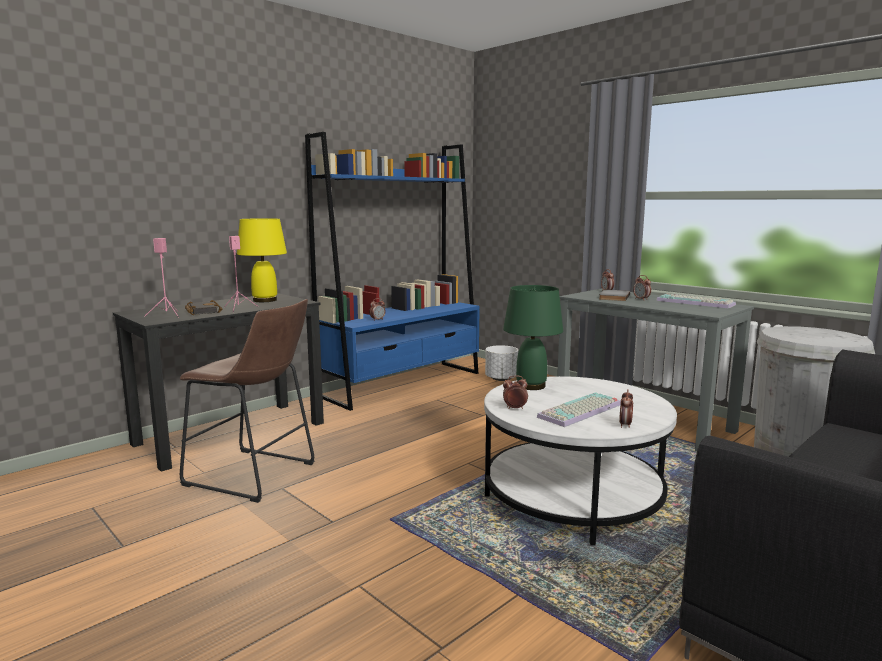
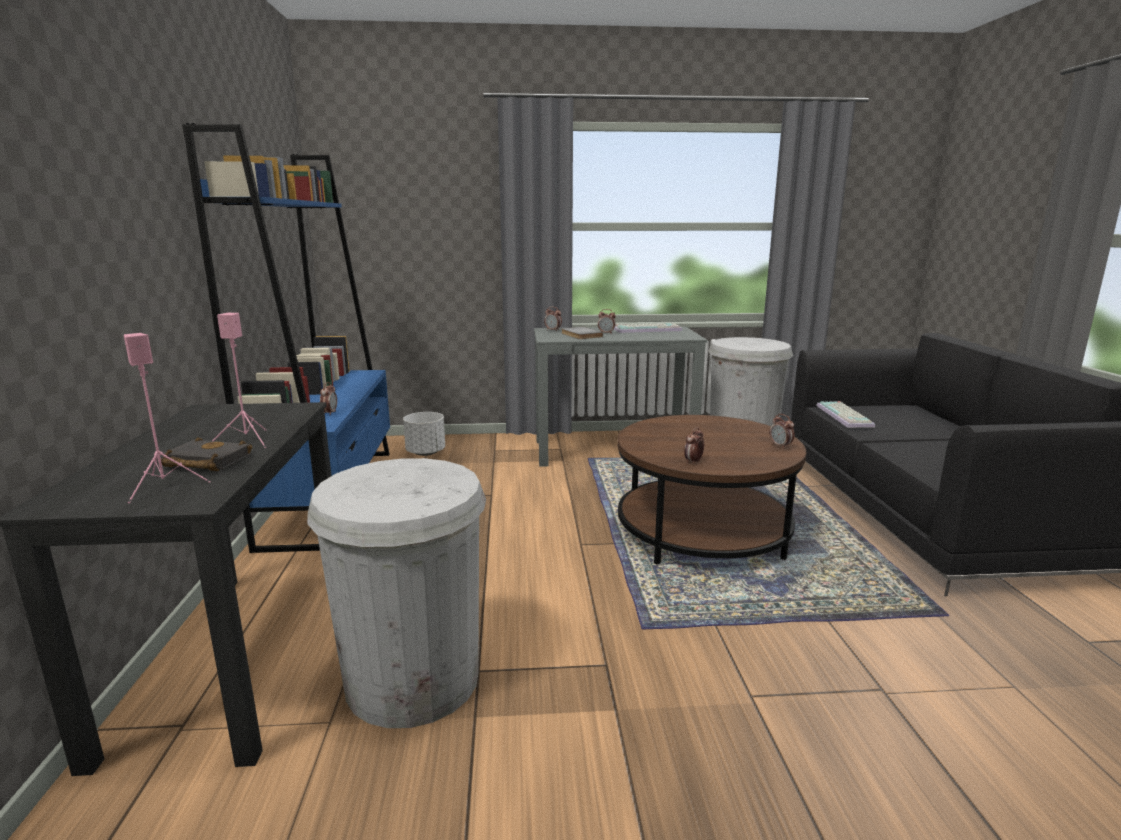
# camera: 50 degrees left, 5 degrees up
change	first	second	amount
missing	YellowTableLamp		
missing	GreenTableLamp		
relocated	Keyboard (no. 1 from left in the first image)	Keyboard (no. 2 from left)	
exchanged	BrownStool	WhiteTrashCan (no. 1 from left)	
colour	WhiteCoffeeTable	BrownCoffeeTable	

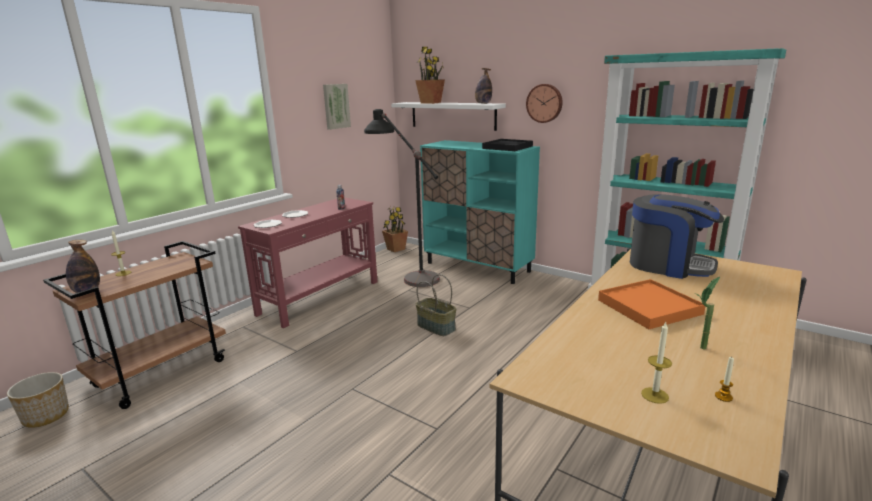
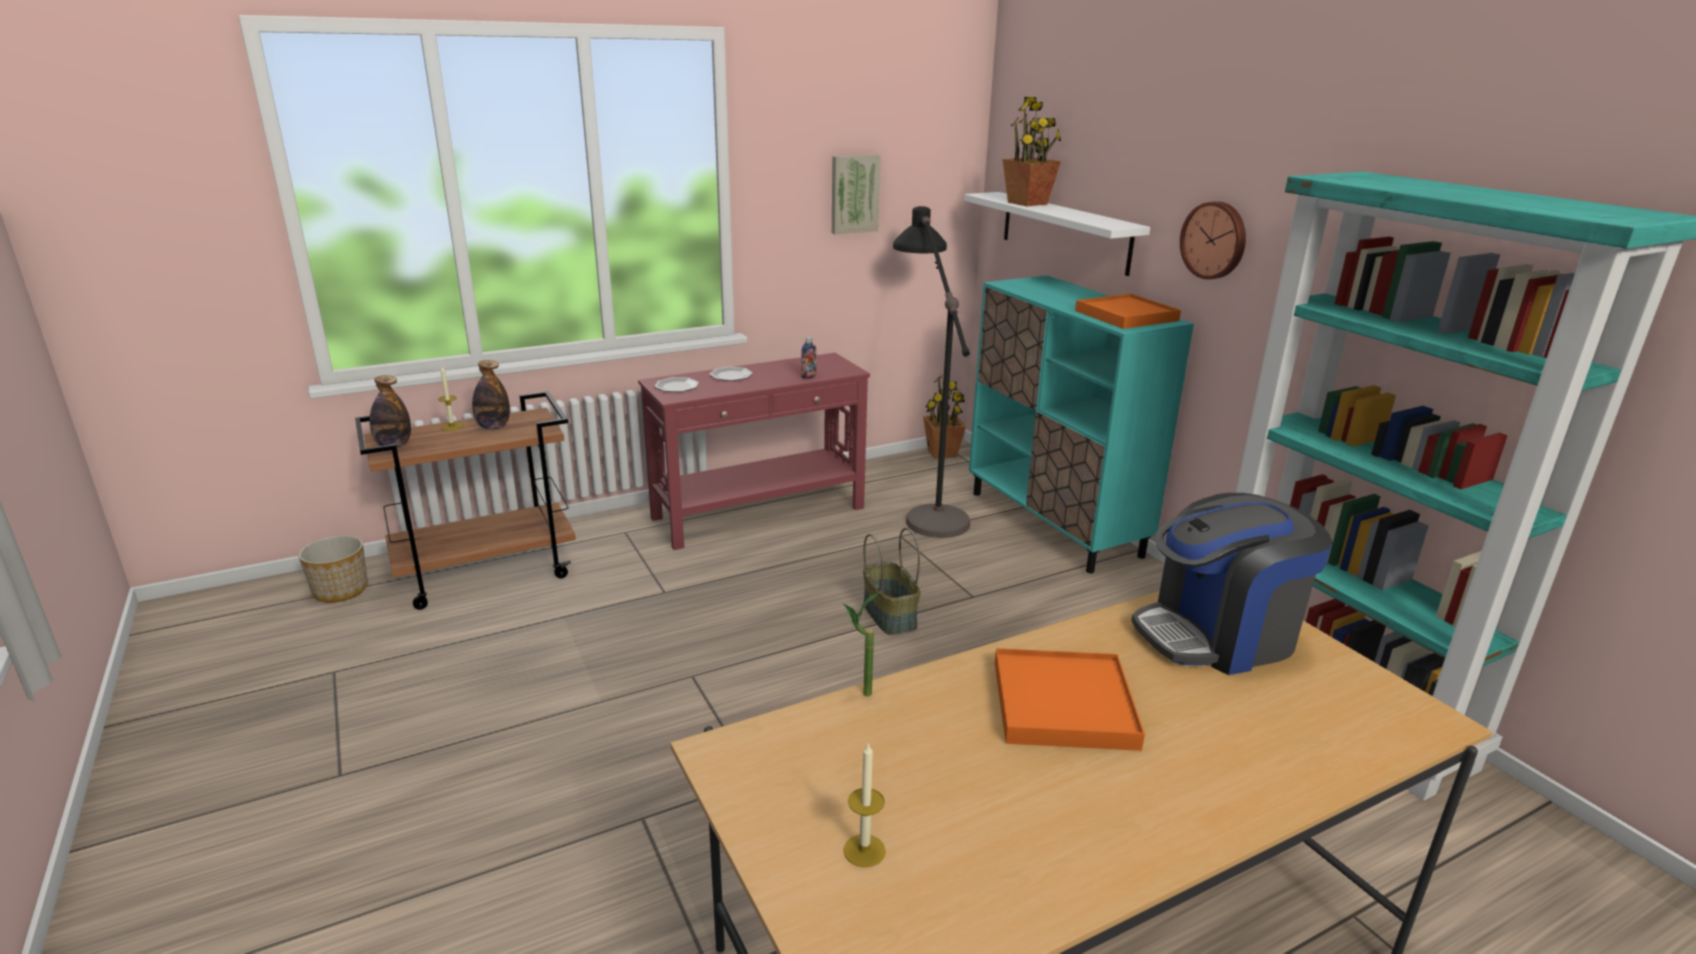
# camera: 25 degrees right, 5 degrees up
change	first	second	amount
missing	Candle (no. 3 from left)		
relocated	Bottle (no. 3 from left in the first image)	Bottle (no. 2 from left)	
relocated	PottedPlant (no. 3 from left in the first image)	PottedPlant (no. 1 from left)	
colour	BlackTray	OrangeTray (no. 2 from left)	
spun	CoffeeMachine		105 degrees clockwise

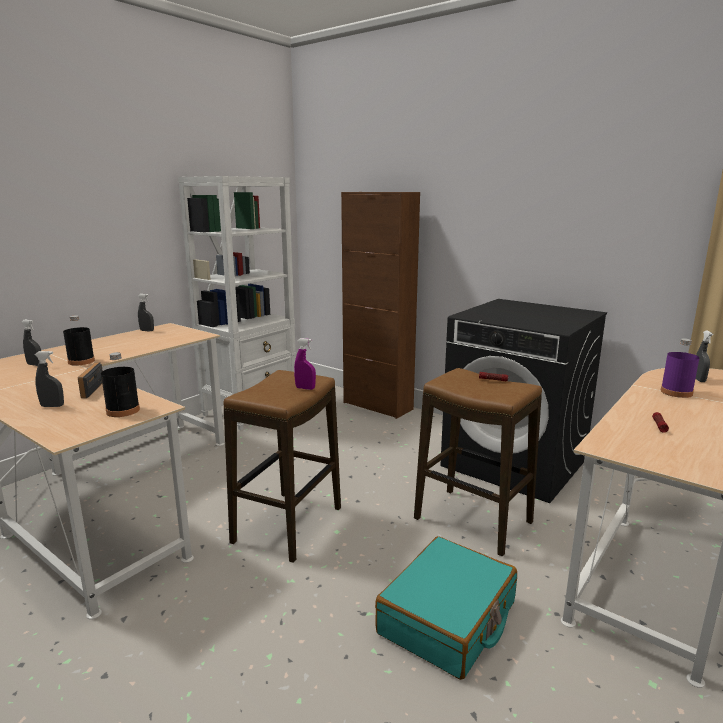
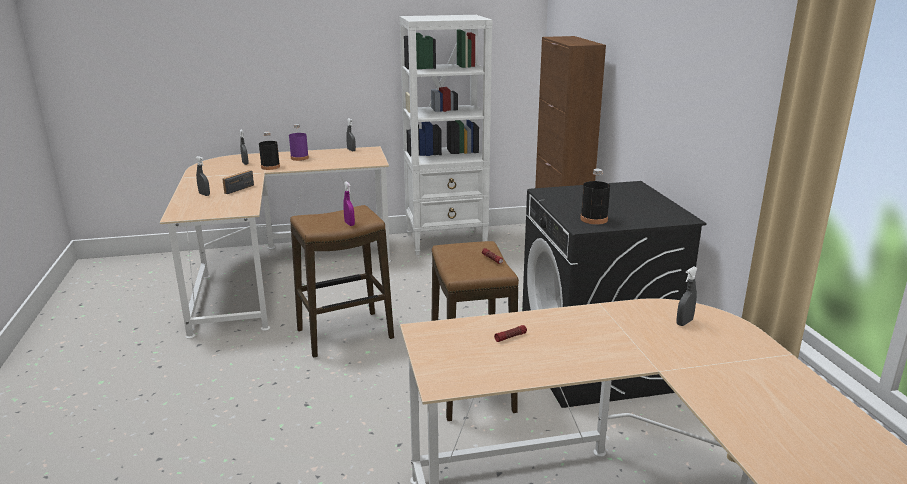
# camera: 40 degrees right, 5 degrees up
change	first	second	amount
missing	TurquoiseSuitcase		
relocated	BlackBottle (no. 2 from left)		
relocated	PurpleBottle		

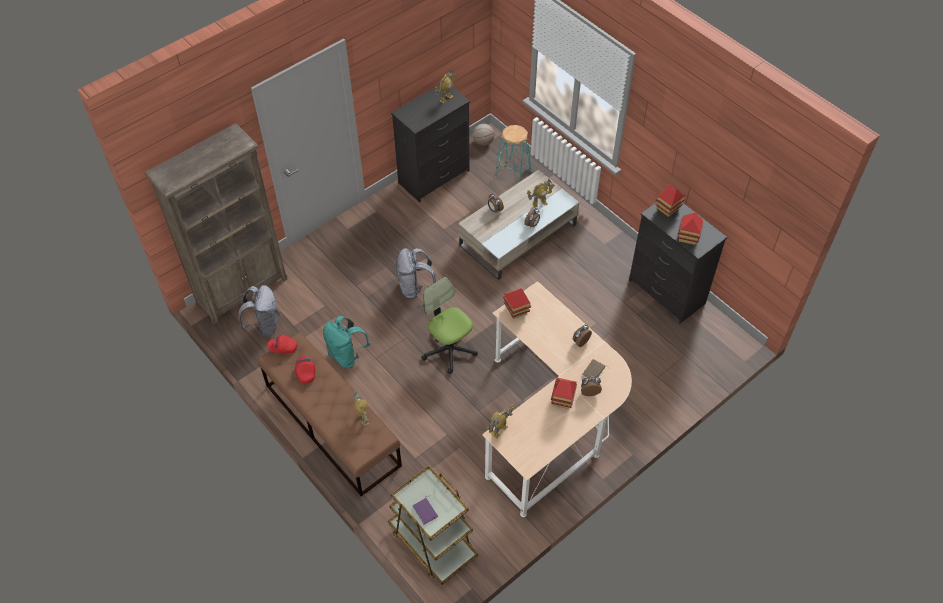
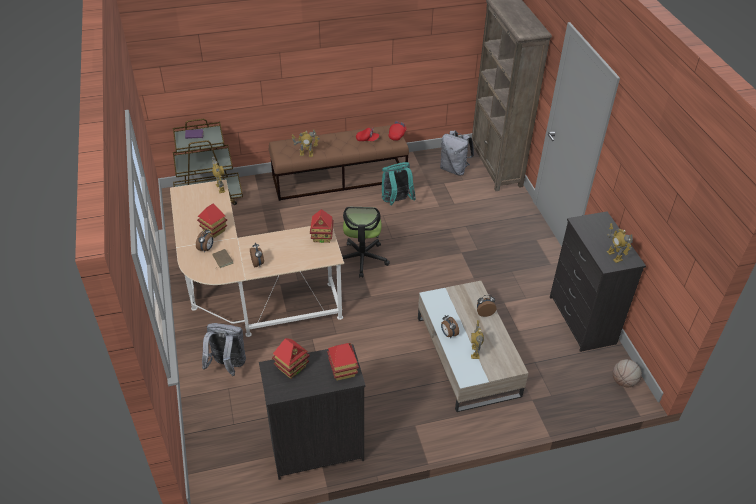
# camera: 115 degrees right, 10 degrees down
change	first	second	amount
missing	TurquoiseStool		
relocated	GreyBackpack (no. 2 from left in the first image)	GreyBackpack (no. 1 from left)	
spun	OfficeChair		105 degrees clockwise

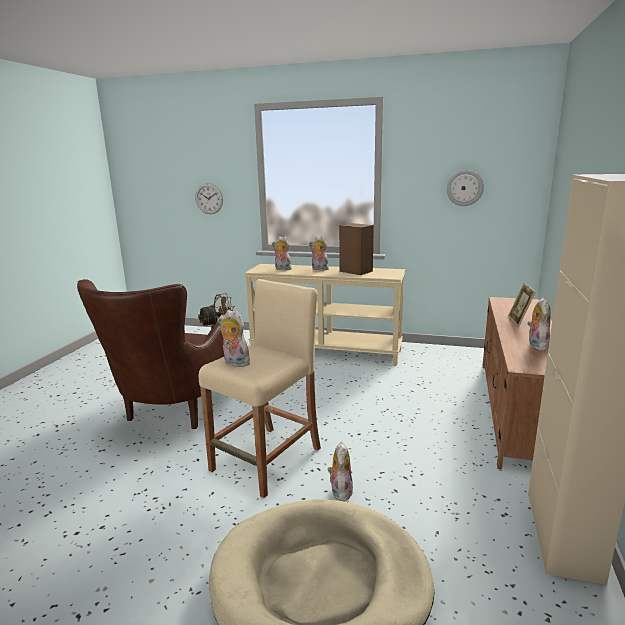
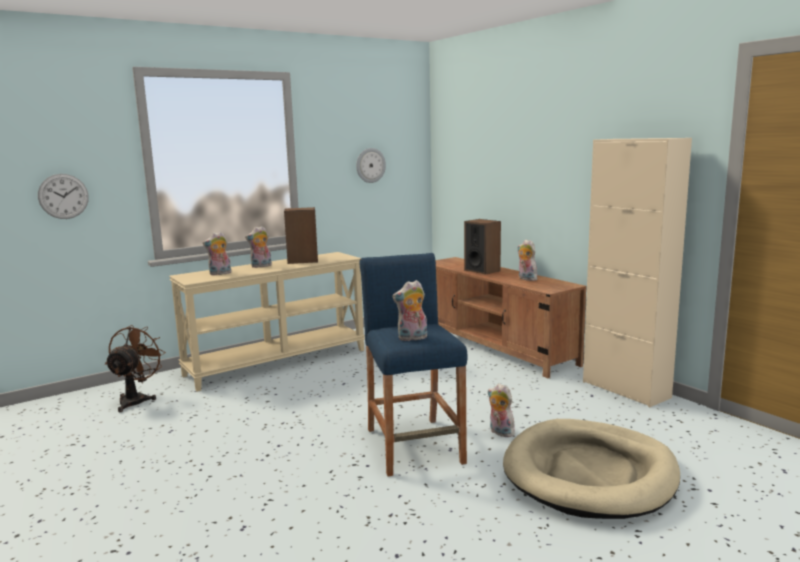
# camera: 50 degrees left, 5 degrees down
change	first	second	amount
missing	BrownArmchair		
exchanged	PictureFrame	Speaker (no. 2 from left)	
colour	BeigeStool	BlueStool	

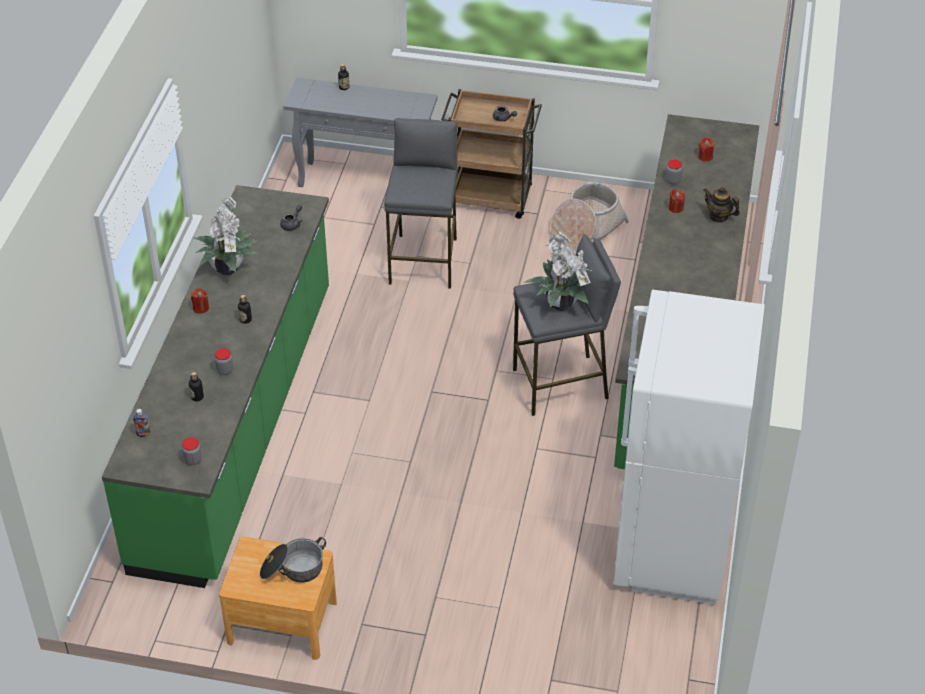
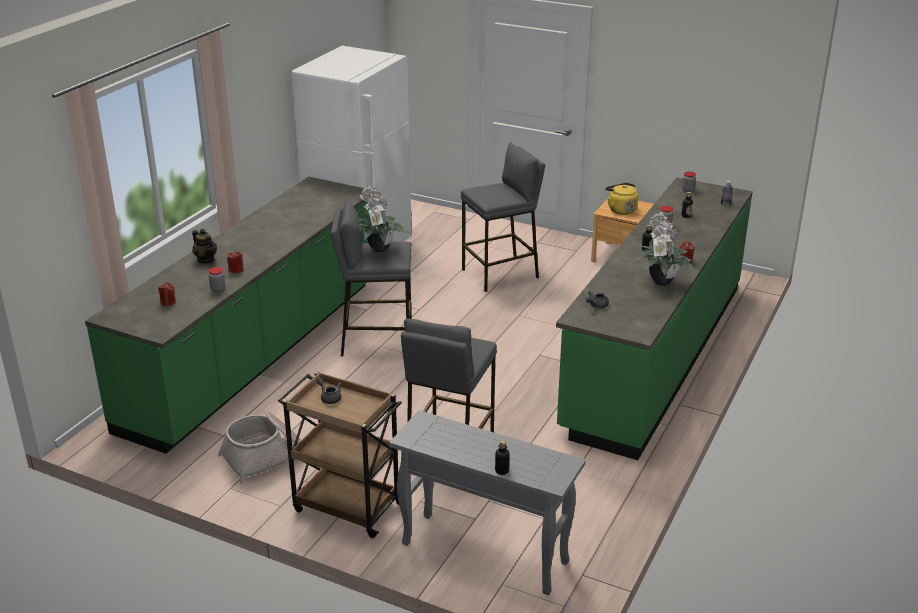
# camera: 165 degrees left, 15 degrees down
change	first	second	amount
appeared		GreyStool (no. 3 from left)	
exchanged	CookingPot	YellowKettle	

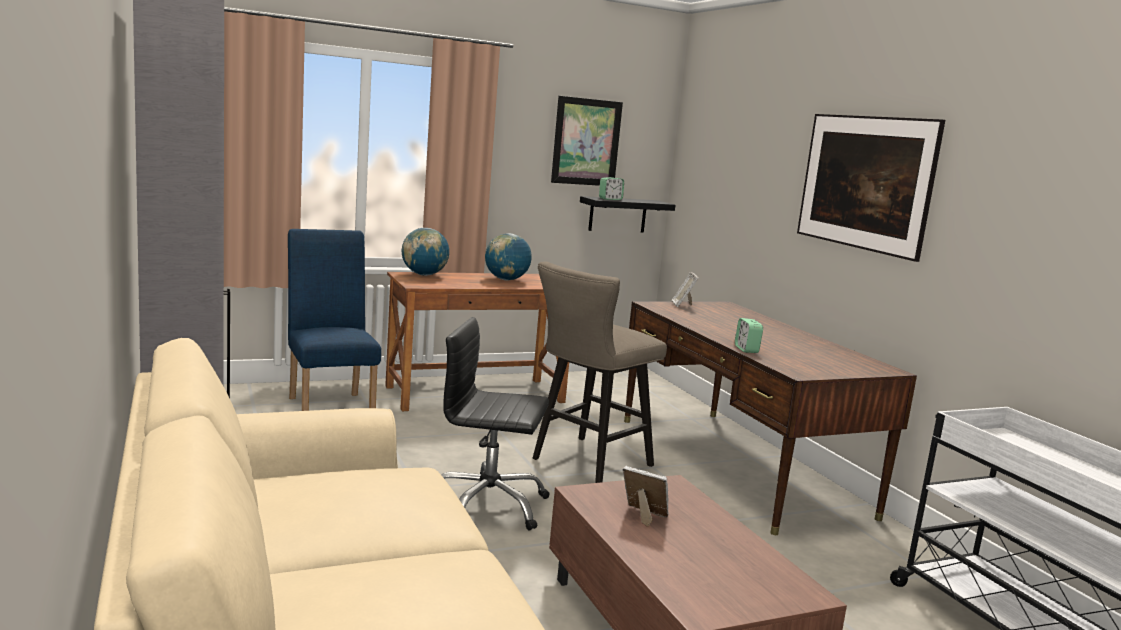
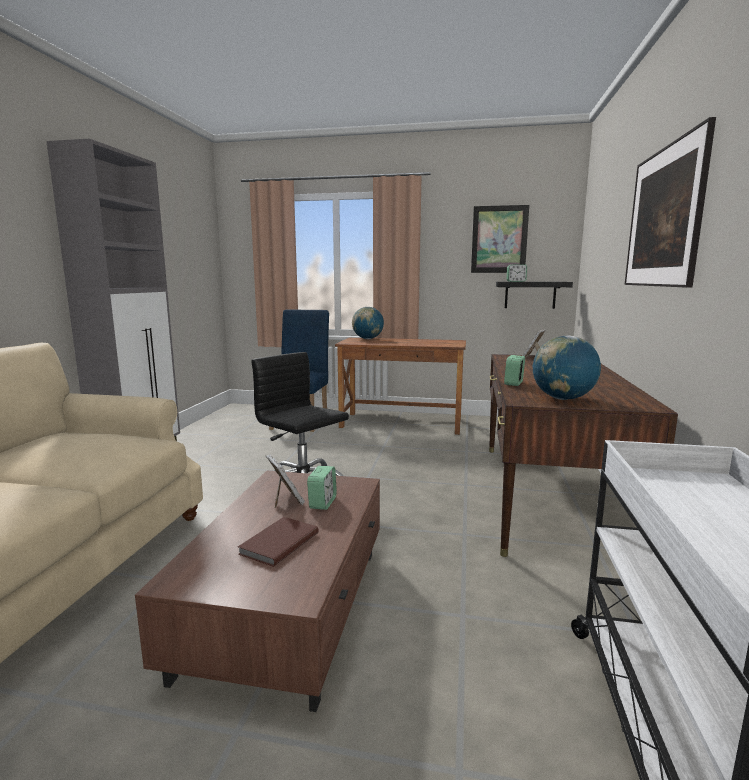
# camera: 35 degrees right, 0 degrees up
change	first	second	amount
missing	BeigeStool		
appeared		BrownBook	
appeared		AlarmClock (no. 1 from left)	
relocated	Globe (no. 2 from left)		

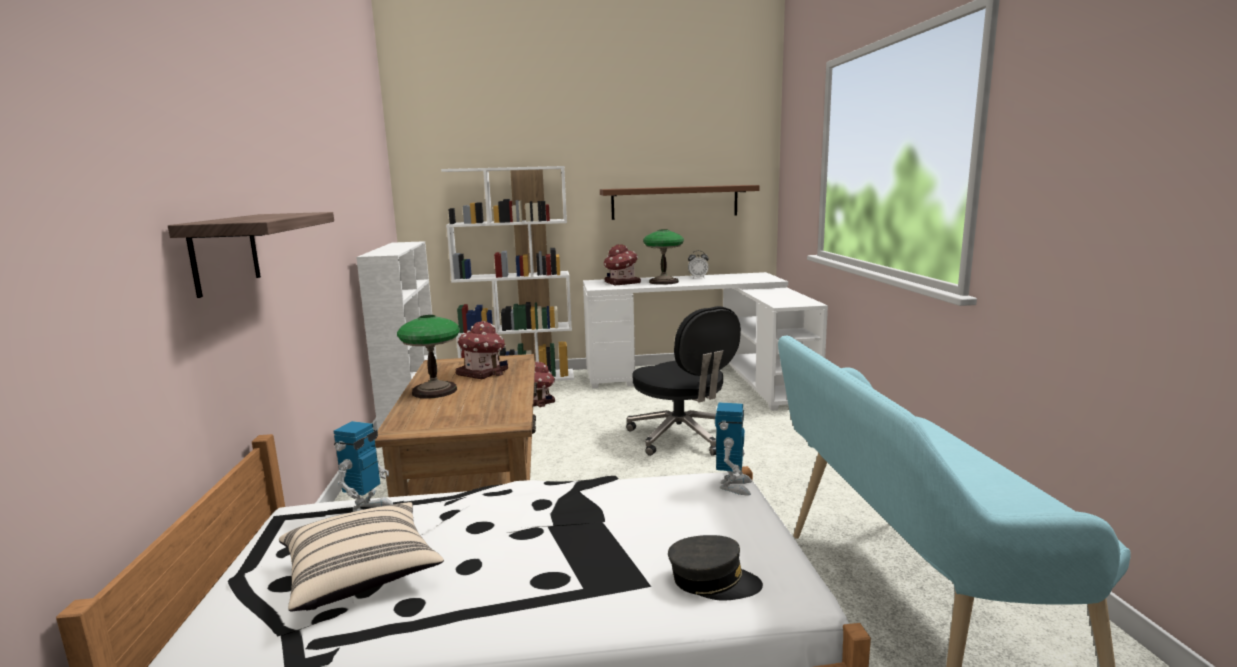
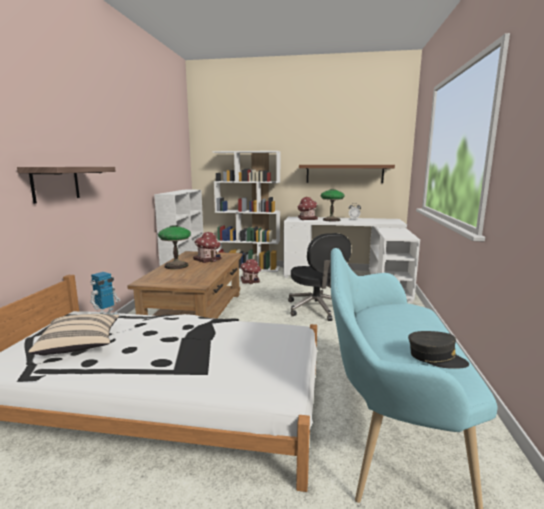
# camera: 15 degrees right, 0 degrees up
change	first	second	amount
missing	ToyRobot (no. 2 from left)		
relocated	GreyCap		

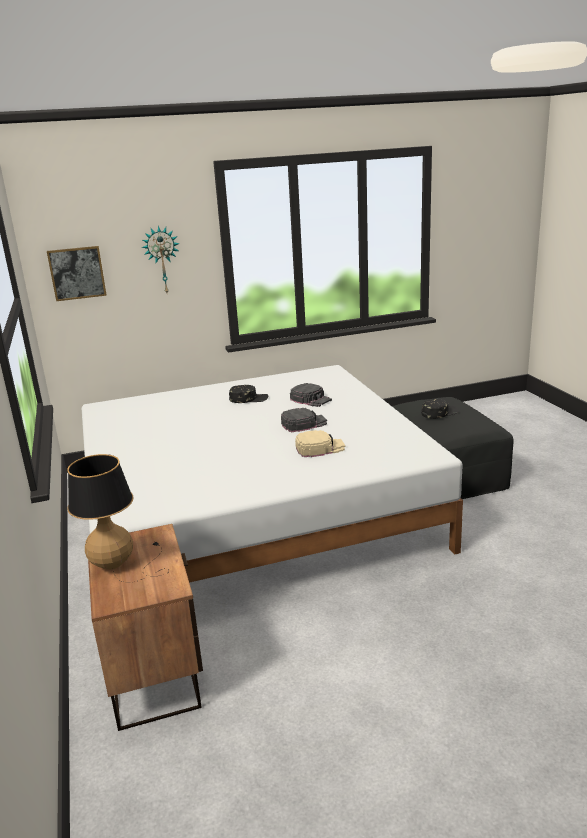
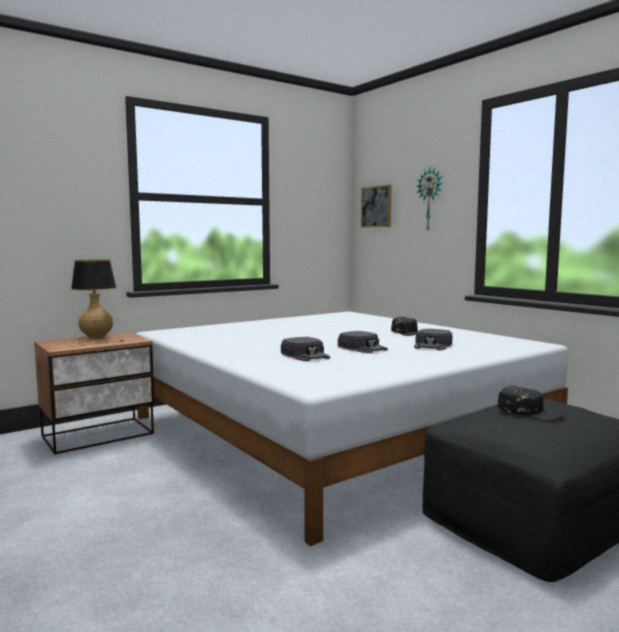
# camera: 70 degrees right, 15 degrees down
change	first	second	amount
colour	BeigeCap	BlackCap (no. 1 from left)	

